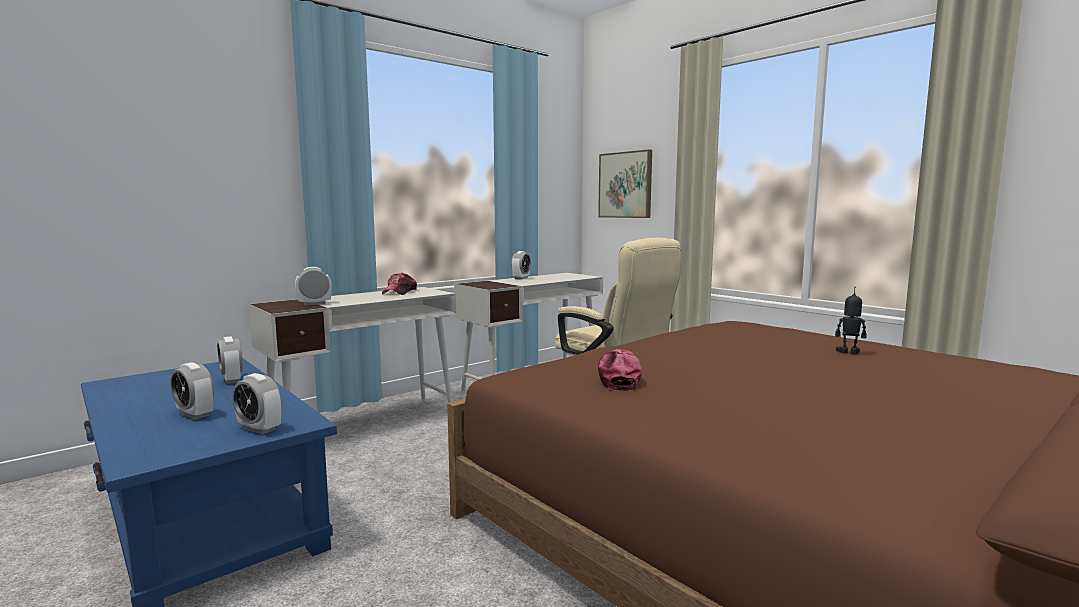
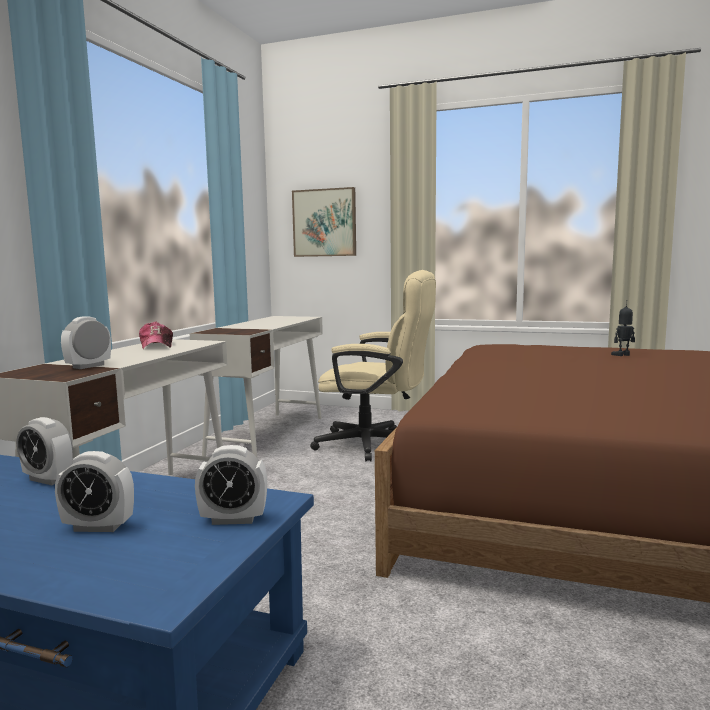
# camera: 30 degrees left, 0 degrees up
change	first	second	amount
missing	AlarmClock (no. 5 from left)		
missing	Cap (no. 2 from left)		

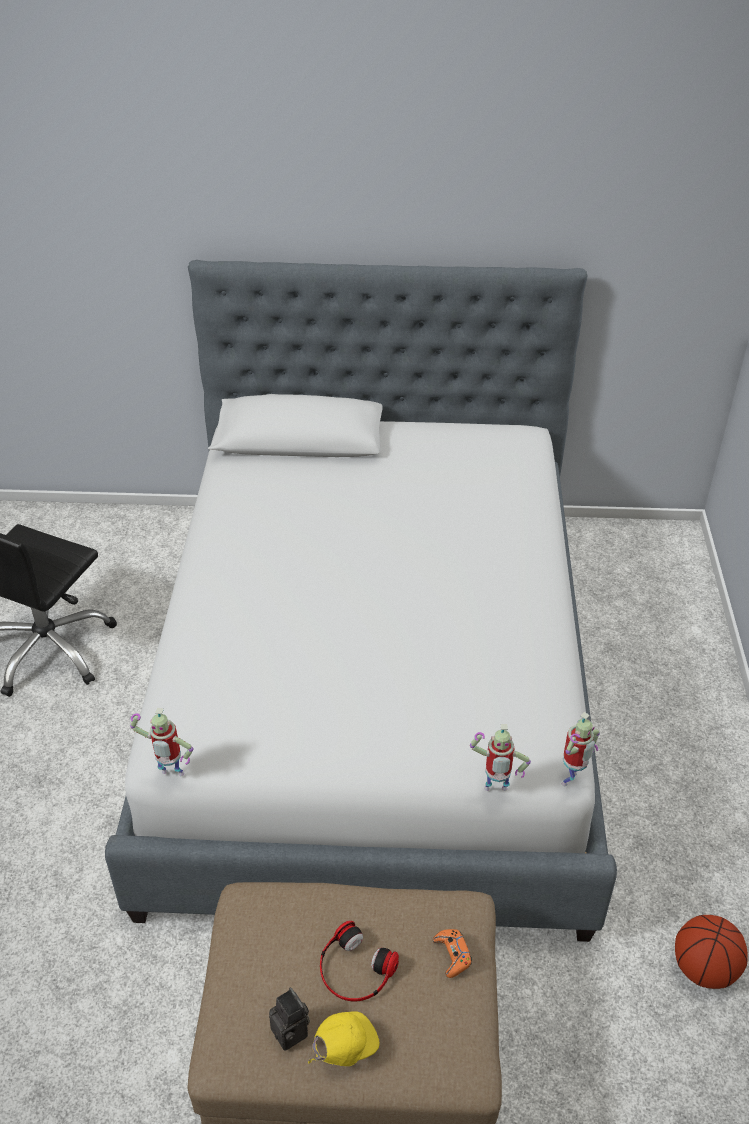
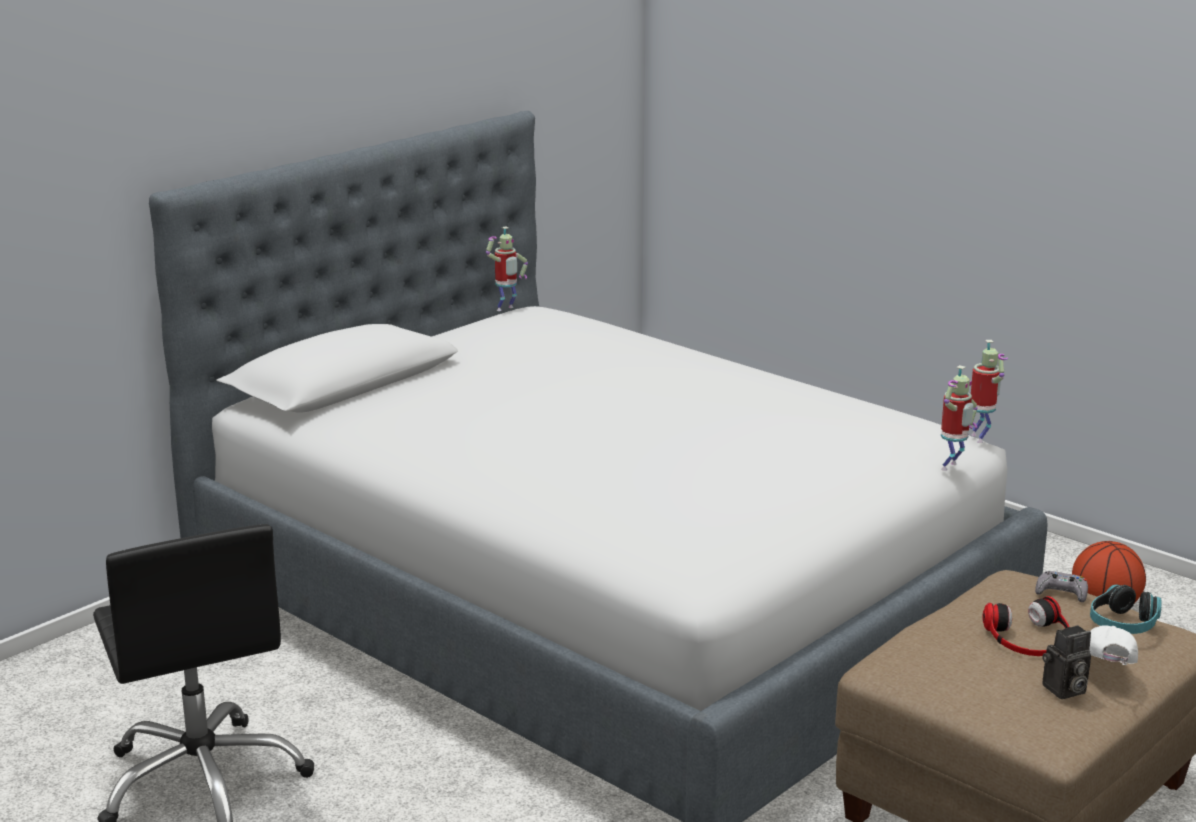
# camera: 50 degrees left, 20 degrees down
change	first	second	amount
appeared		Headphones (no. 2 from left)	
relocated	ToyRobot (no. 1 from left)		
colour	YellowCap	WhiteCap	
colour	OrangeGameController	GreyGameController	
spun	PhotoCamera		150 degrees clockwise

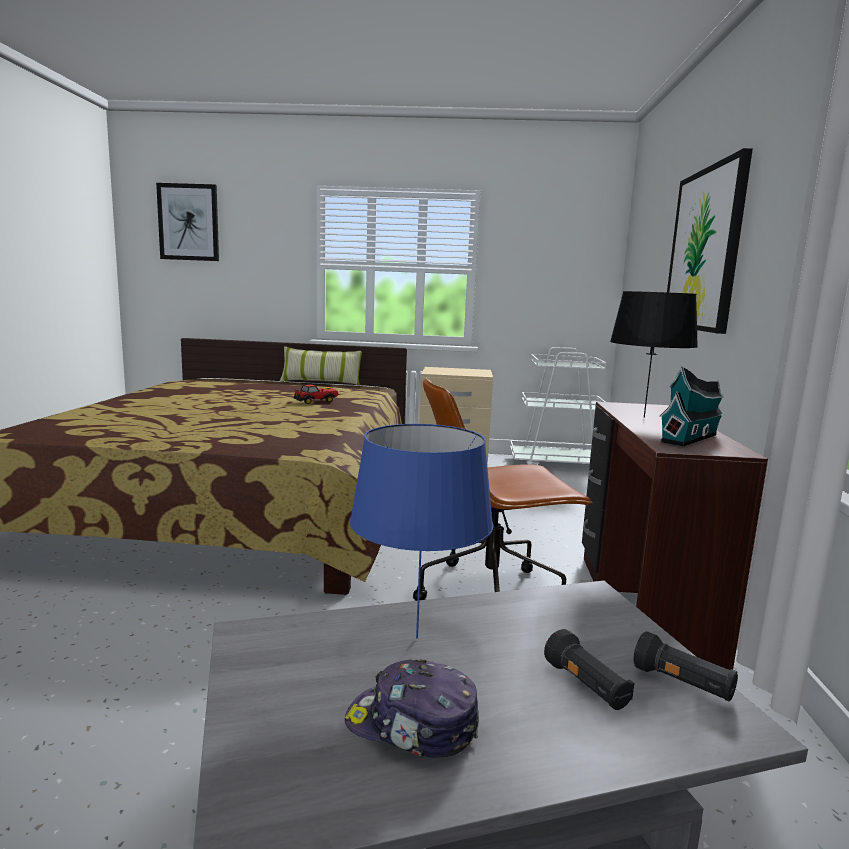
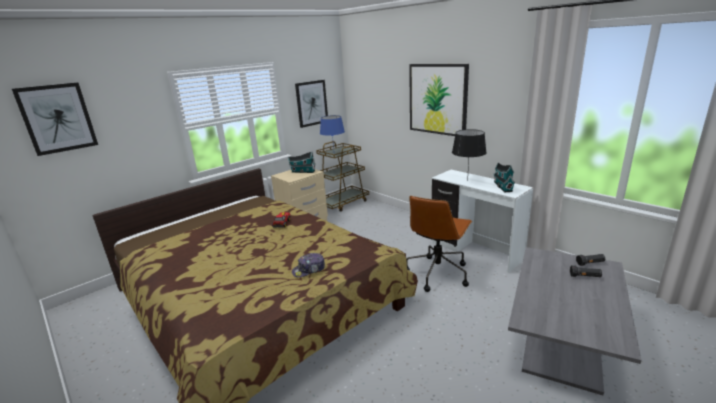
# camera: 45 degrees left, 10 degrees up
change	first	second	amount
missing	Pillow		
appeared		ToyHouse (no. 1 from left)	
appeared		Picture (no. 2 from left)	
relocated	Cap		
relocated	BlueTableLamp		
colour	WhiteCart	BrownCart	
colour	BrownDesk	WhiteDesk	

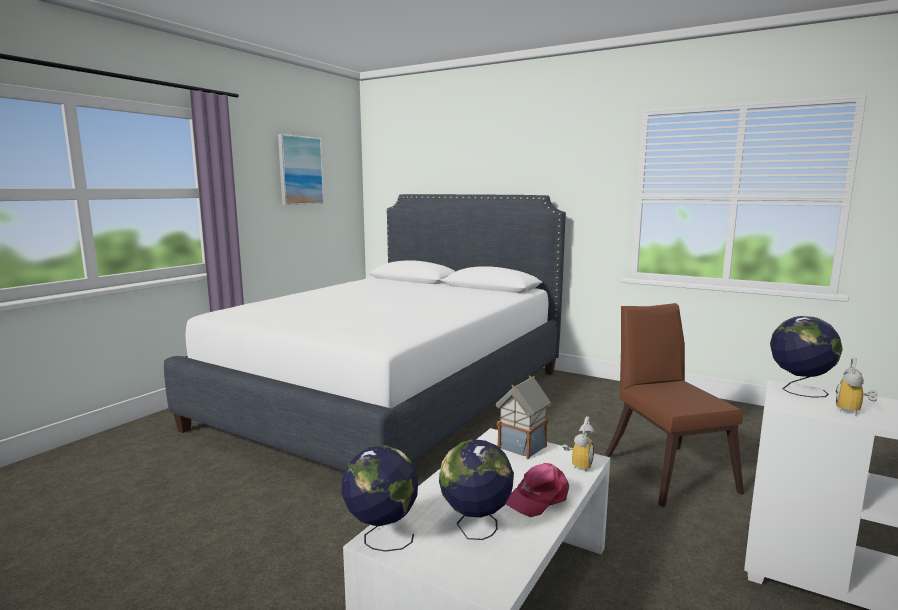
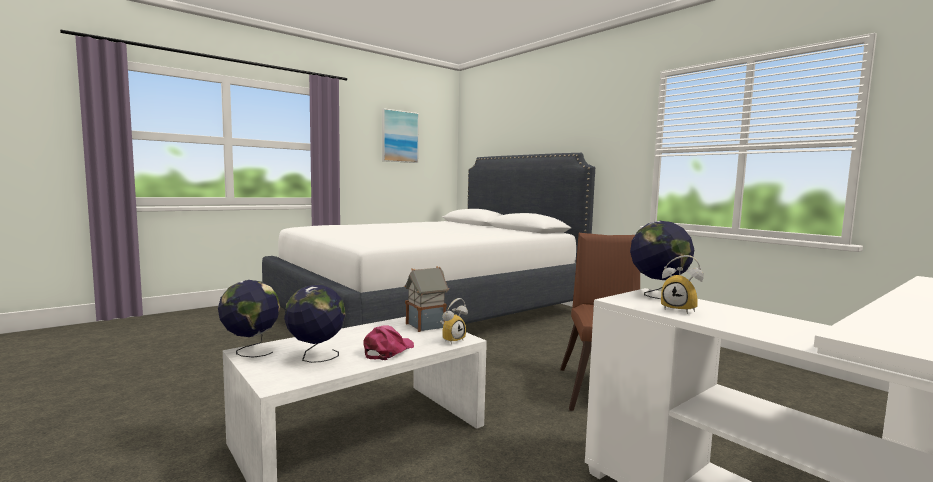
# camera: 20 degrees right, 5 degrees down
change	first	second	amount
spun	PinkCap		135 degrees clockwise
spun	AlarmClock (no. 2 from left)		105 degrees counterclockwise

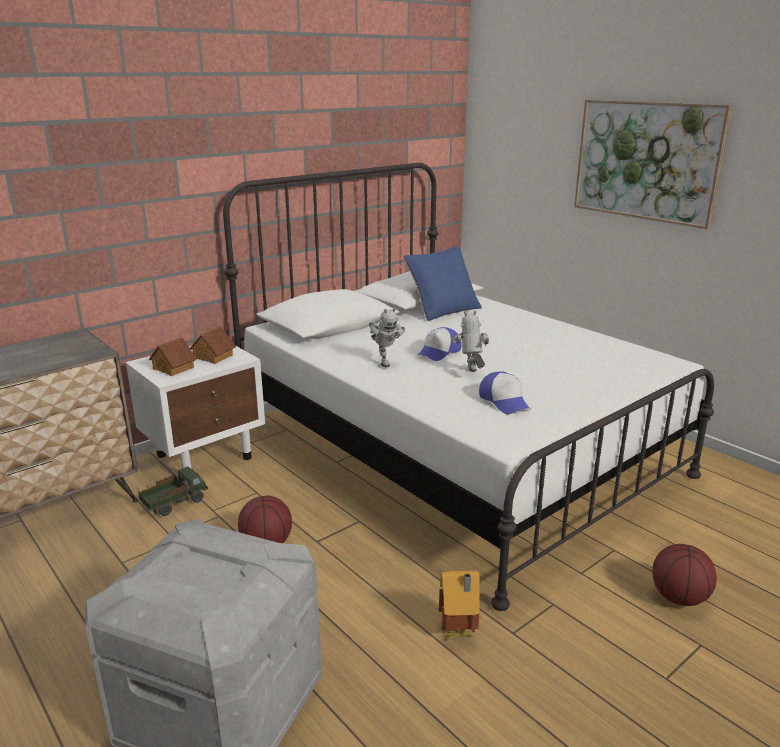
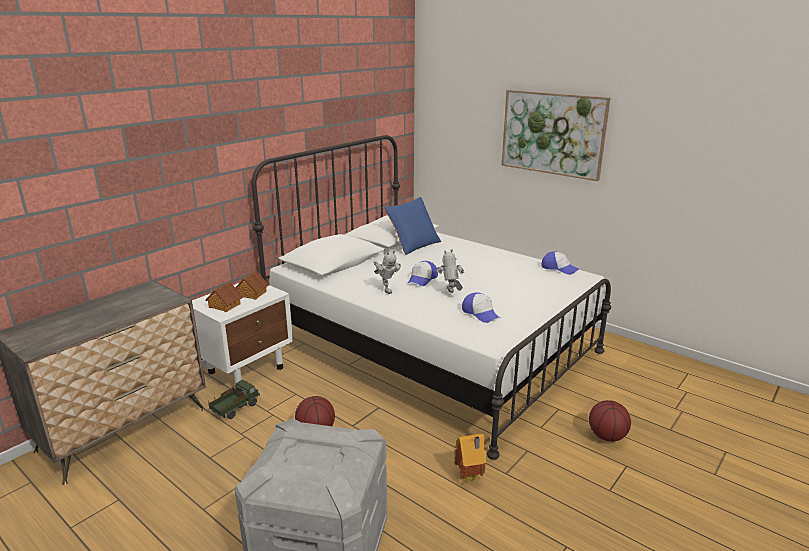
# camera: 10 degrees left, 0 degrees up
change	first	second	amount
appeared		Cap (no. 3 from left)	

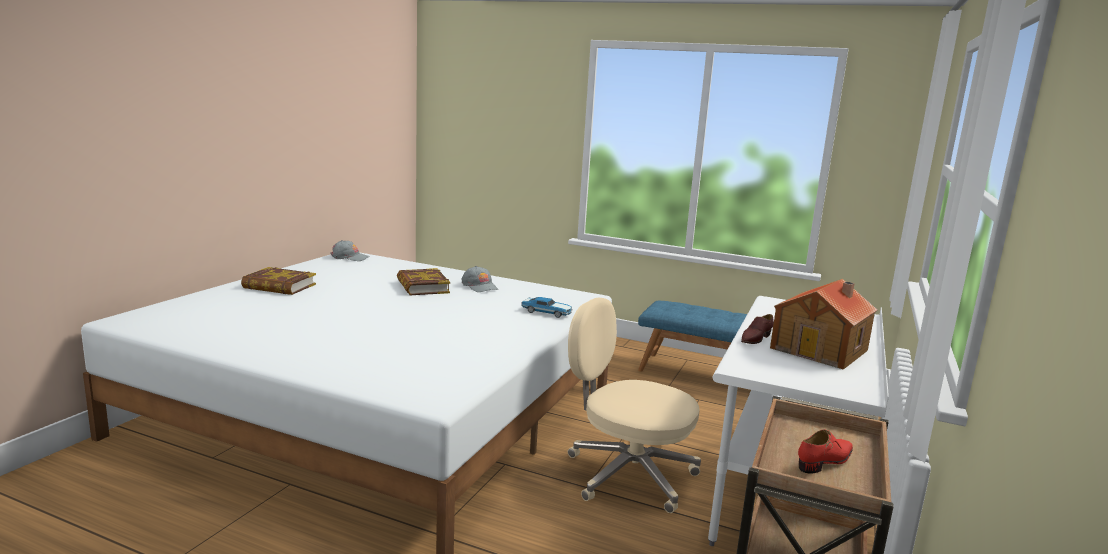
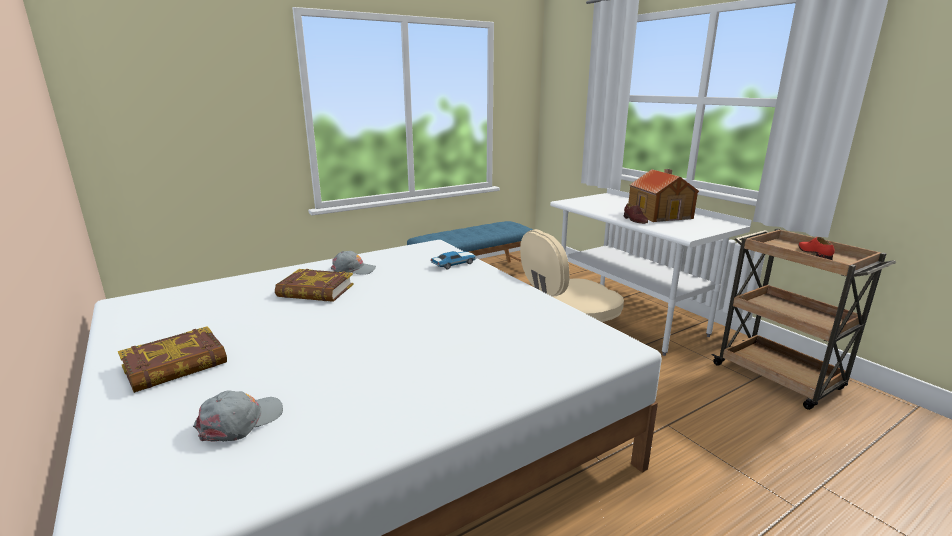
# camera: 55 degrees left, 5 degrees up
change	first	second	amount
relocated	GreyCap (no. 1 from left)		

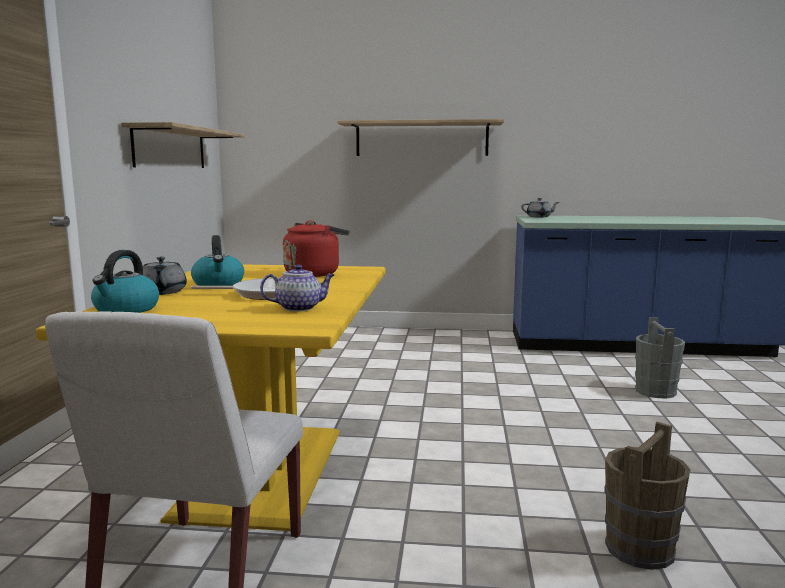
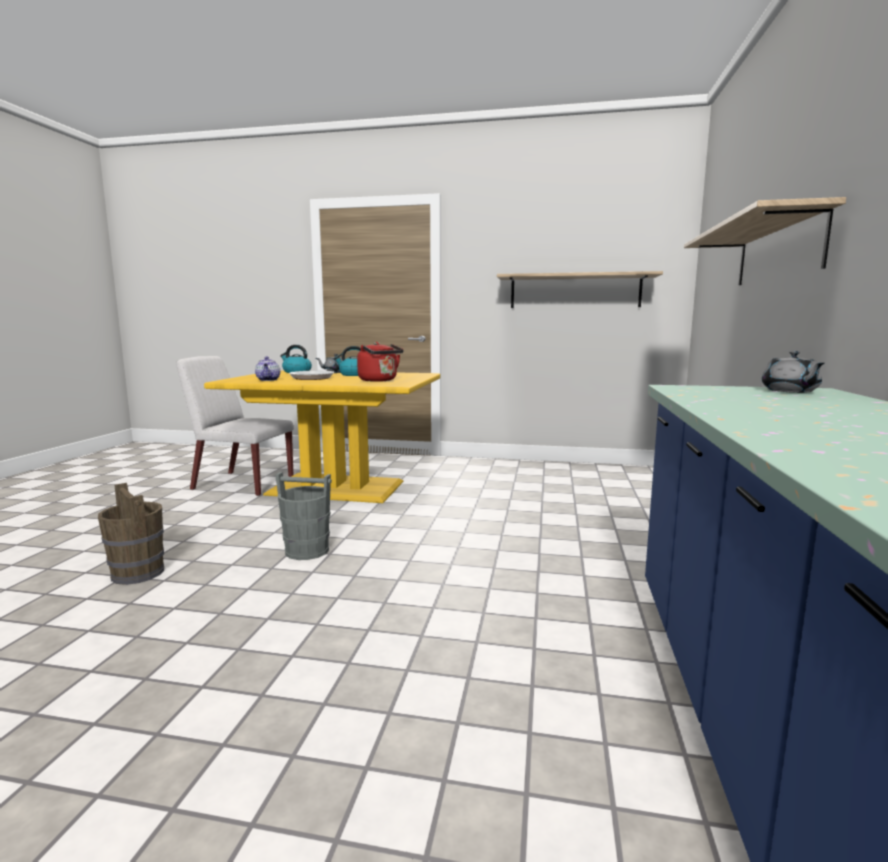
# camera: 95 degrees right, 0 degrees up
change	first	second	amount
relocated	GreyBucket		

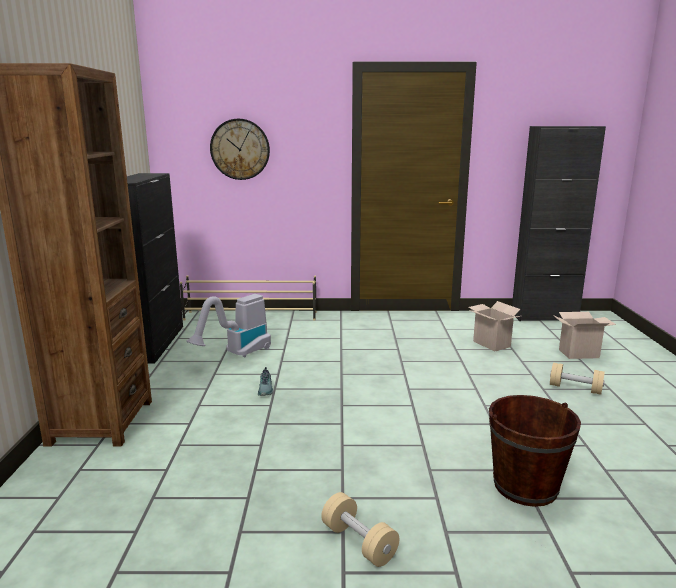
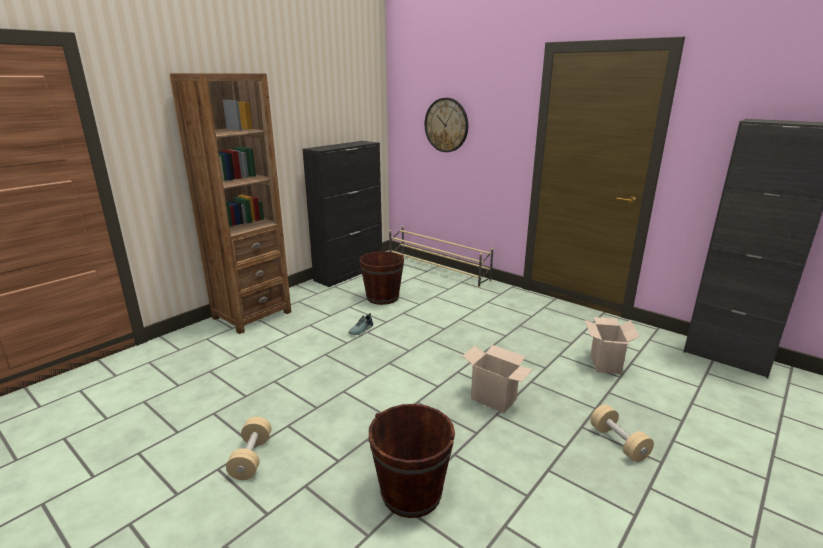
# camera: 40 degrees right, 5 degrees up
change	first	second	amount
relocated	CardboardBox (no. 2 from left in the first image)	CardboardBox (no. 1 from left)	
exchanged	VacuumCleaner	BrownBucket (no. 1 from left)	

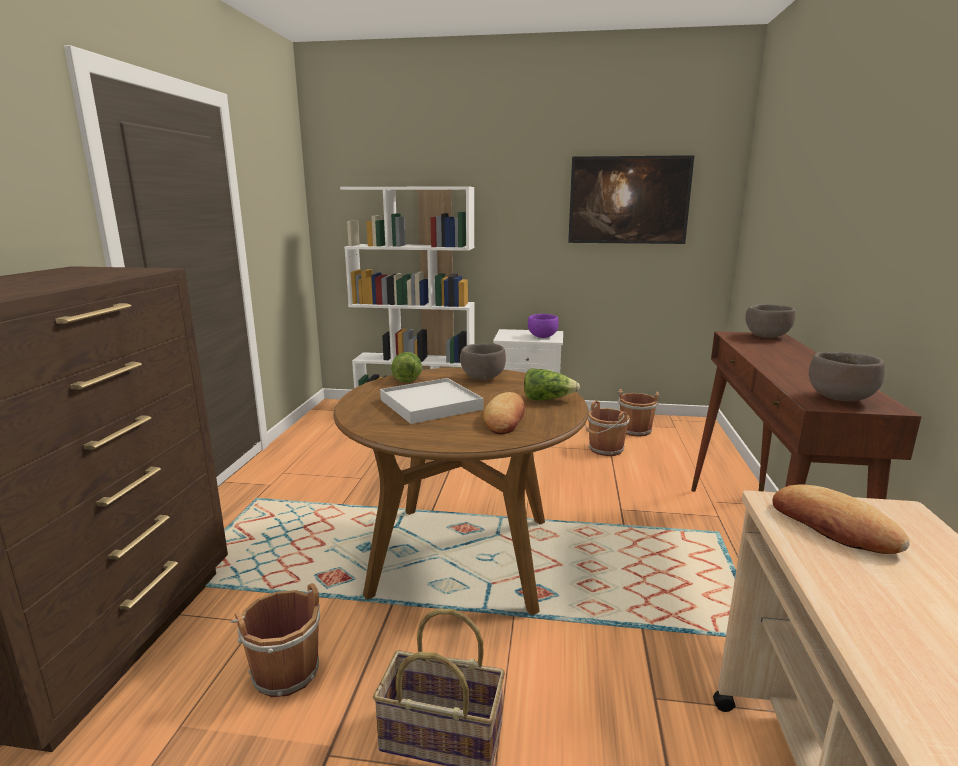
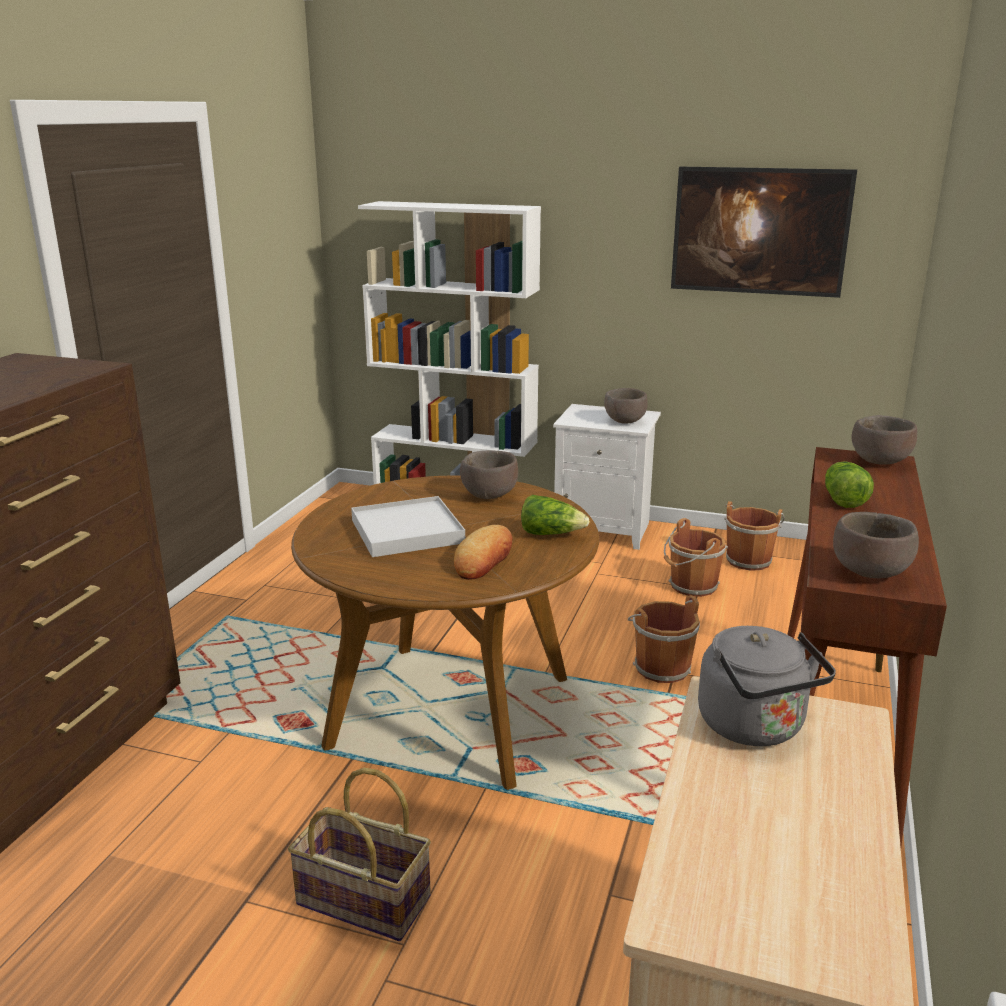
# camera: 10 degrees right, 5 degrees up
change	first	second	amount
relocated	BrownBucket (no. 1 from left)		
relocated	Lettuce (no. 1 from left in the first image)	Lettuce (no. 2 from left)	
exchanged	Bread (no. 2 from left)	GreyKettle	
colour	PurpleBowl	BrownBowl (no. 2 from left)	

